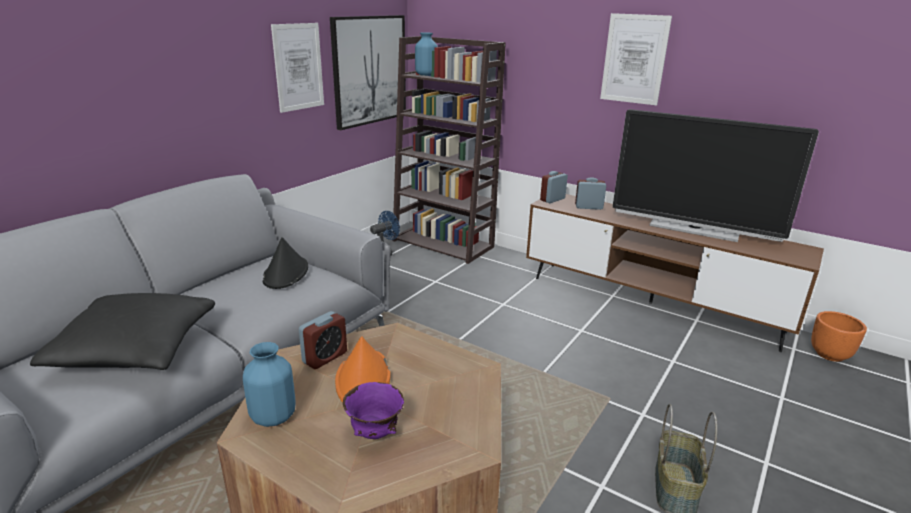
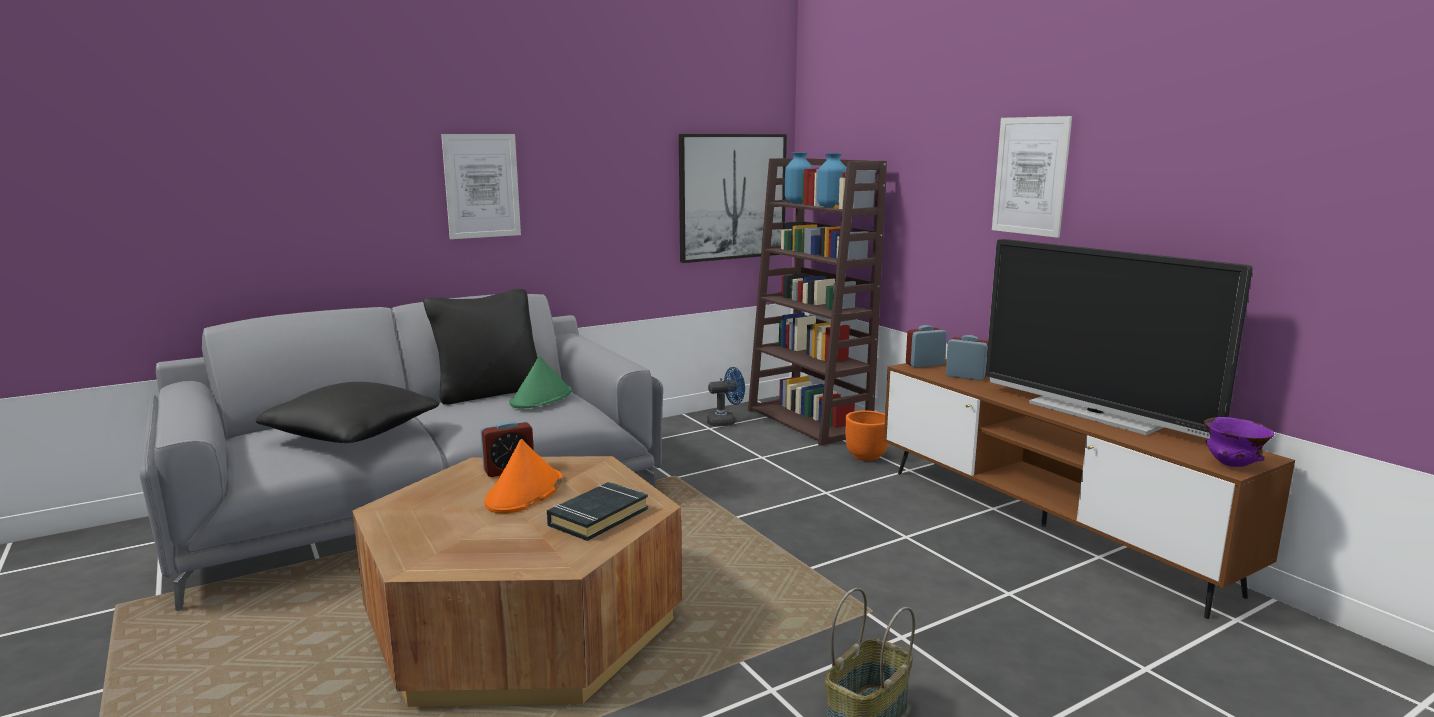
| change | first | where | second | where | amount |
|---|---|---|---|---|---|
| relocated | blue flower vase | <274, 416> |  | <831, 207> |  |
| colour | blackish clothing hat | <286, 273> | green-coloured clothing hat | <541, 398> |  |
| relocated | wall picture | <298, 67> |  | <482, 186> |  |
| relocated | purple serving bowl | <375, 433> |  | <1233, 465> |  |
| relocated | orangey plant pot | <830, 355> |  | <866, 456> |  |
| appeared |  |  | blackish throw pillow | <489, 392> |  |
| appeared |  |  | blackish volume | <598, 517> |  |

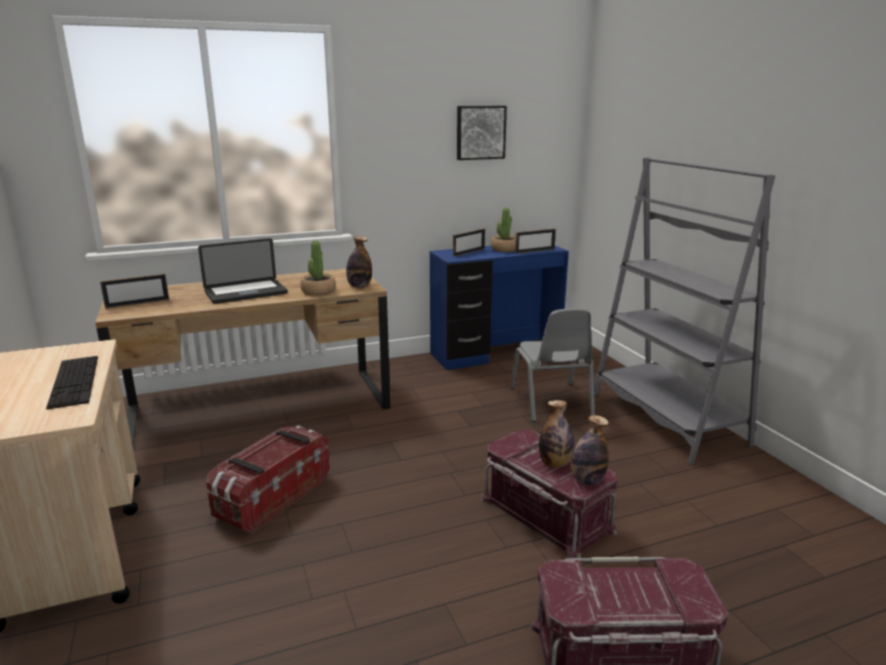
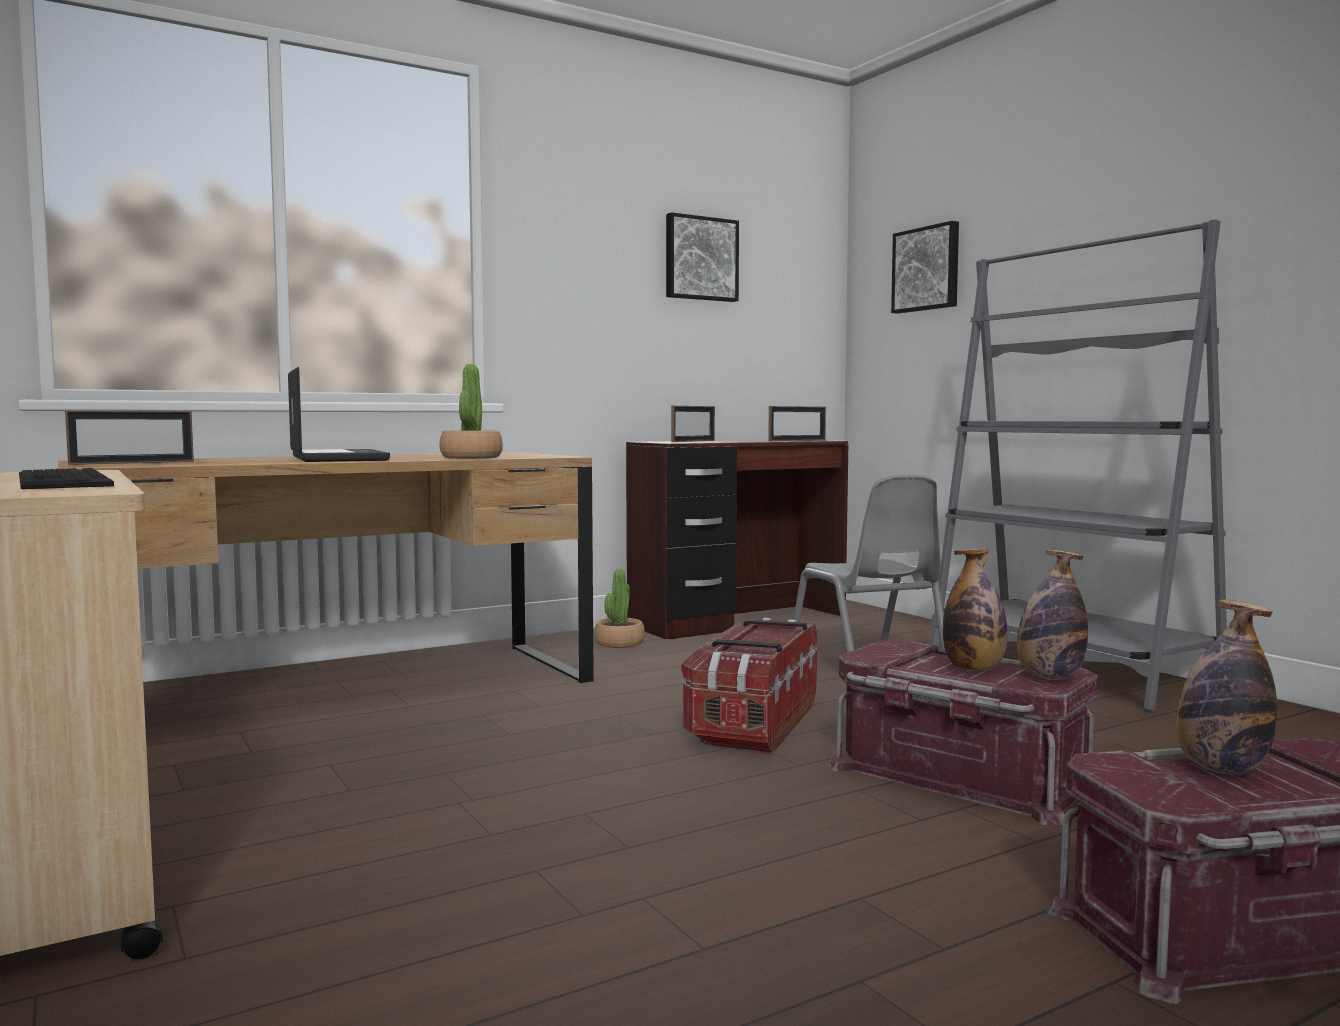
| change | first | where | second | where | amount |
|---|---|---|---|---|---|
| spun | portable computer | <246, 293> |  | <338, 459> | 75 degrees counterclockwise |
| relocated | storage box | <272, 497> |  | <753, 724> |  |
| relocated | bottle | <359, 286> |  | <1221, 769> |  |
| colour | blue desk unit | <496, 354> | brown-coloured desk unit | <740, 621> |  |
| relocated | houseplant | <504, 249> |  | <619, 643> |  |
| appeared |  |  | wall picture | <927, 269> |  |

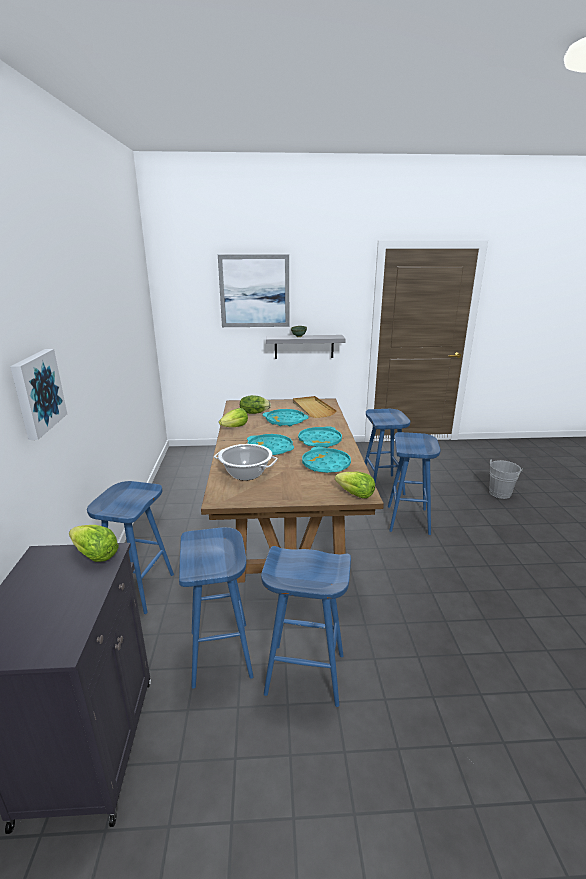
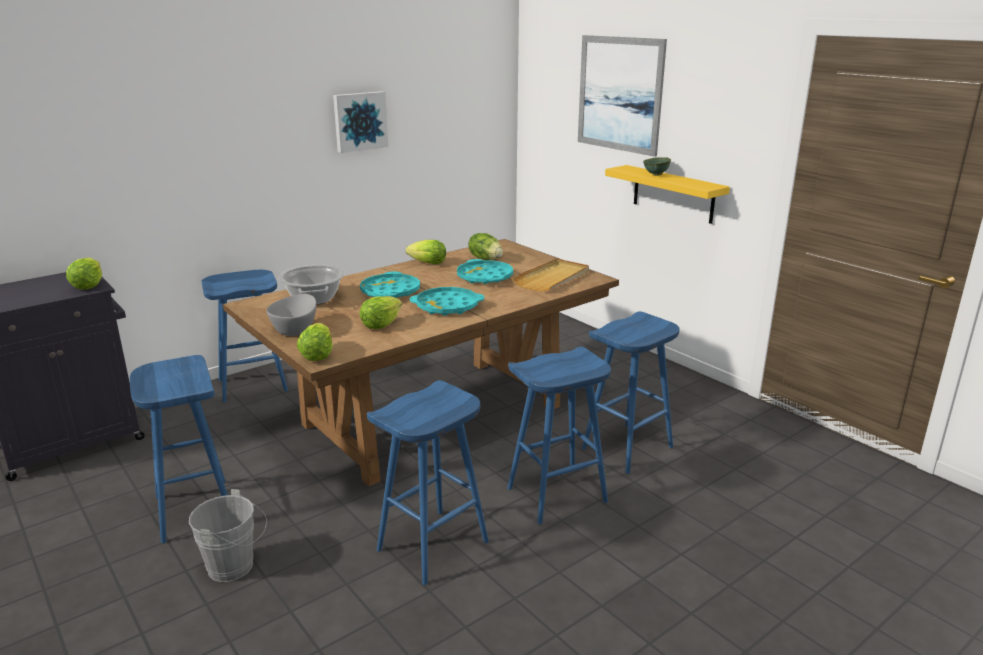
| change | first | where | second | where | amount |
|---|---|---|---|---|---|
| relocated | wall picture | <37, 392> |  | <359, 121> |  |
| relocated | blue stool | <221, 654> |  | <432, 547> |  |
| colour | grey bracket shelf | <304, 346> | yellowish bracket shelf | <673, 194> |  |
| exchanged | turquoise tray | <326, 465> | lettuce | <381, 325> |  |
| relocated | grey pail | <501, 492> |  | <235, 567> |  |
| appeared |  |  | grey serving bowl | <296, 329> |  |

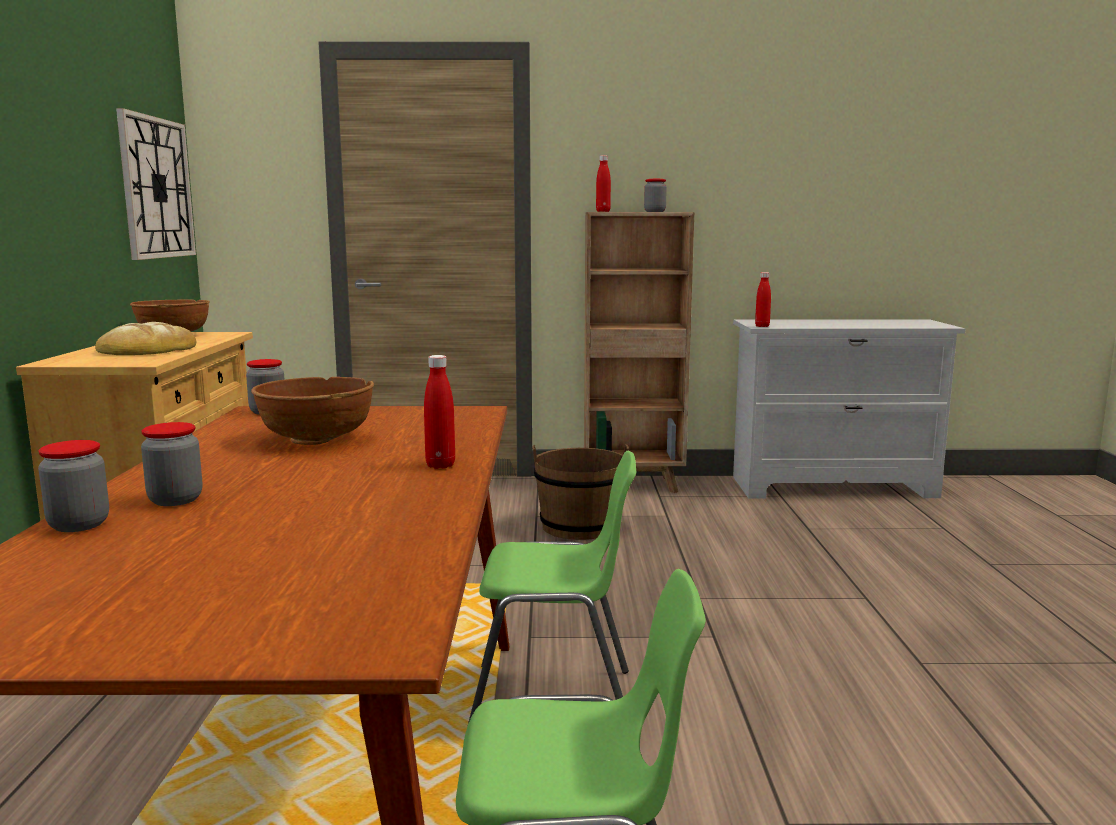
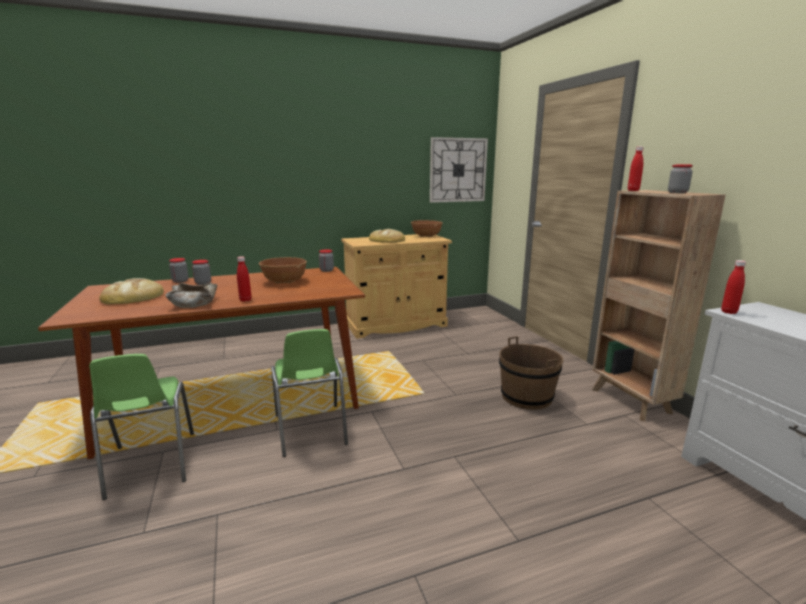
| change | first | where | second | where | amount |
|---|---|---|---|---|---|
| appeared |  |  | baked bread | <133, 296> |  |
| appeared |  |  | beige serving bowl | <194, 303> |  |

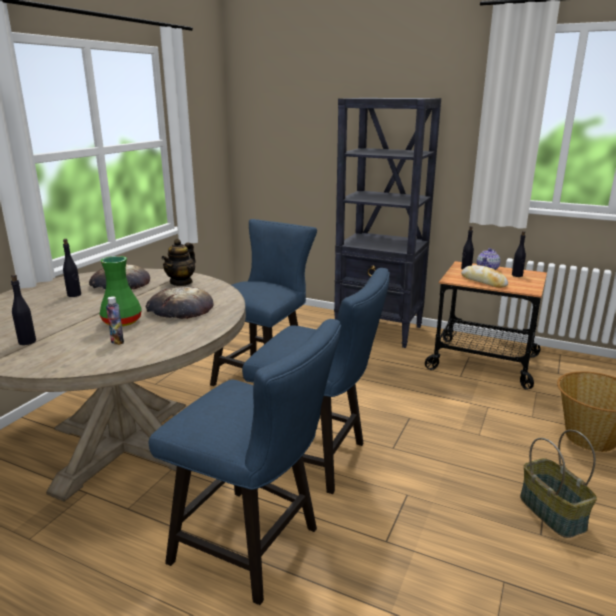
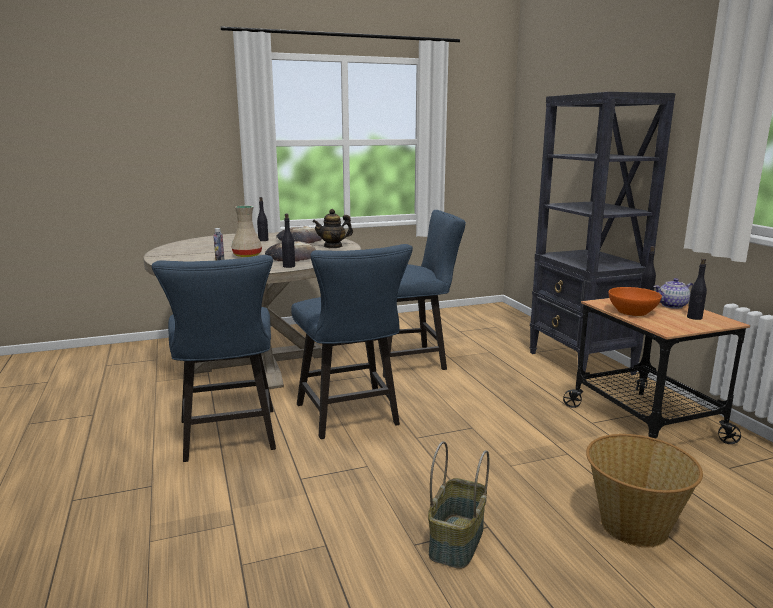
| change | first | where | second | where | amount |
|---|---|---|---|---|---|
| relocated | blackish bottle | <27, 341> |  | <289, 266> |  |
| colour | green-coloured flower vase | <122, 322> | beige flower vase | <246, 255> |  |
| exchanged | baked bread | <483, 281> | orangey serving bowl | <632, 312> |  |

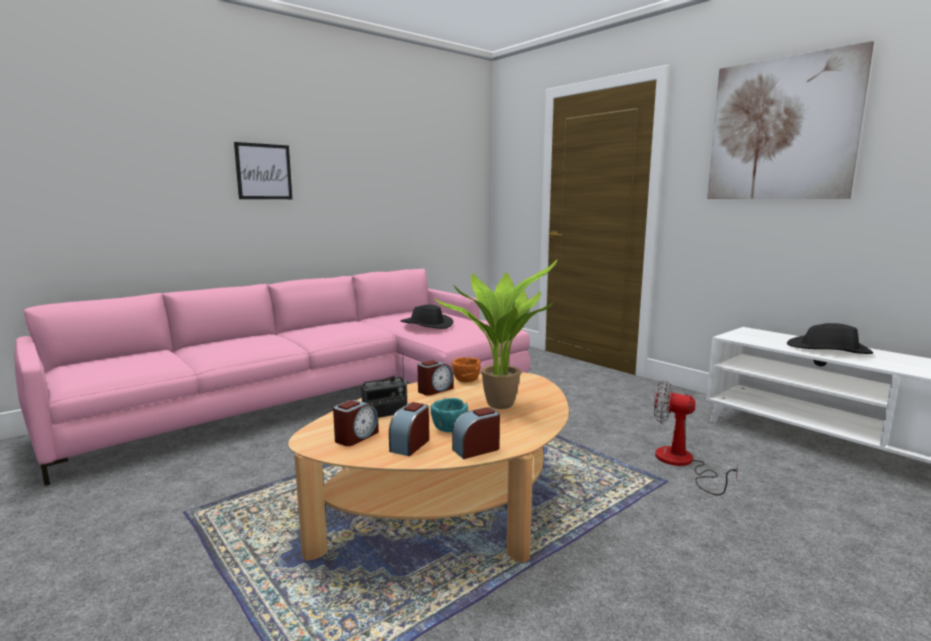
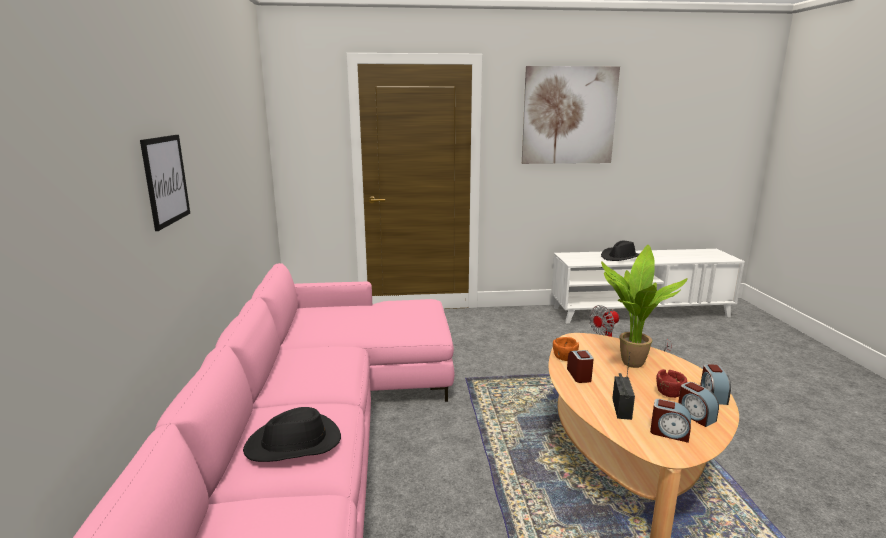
| change | first | where | second | where | amount |
|---|---|---|---|---|---|
| spun | table clock | <356, 437> |  | <669, 433> | 135 degrees clockwise |
| relocated | blackish clothing hat | <426, 325> |  | <294, 444> |  |
| colour | turquoise serving bowl | <449, 428> | reddish serving bowl | <669, 393> |  |

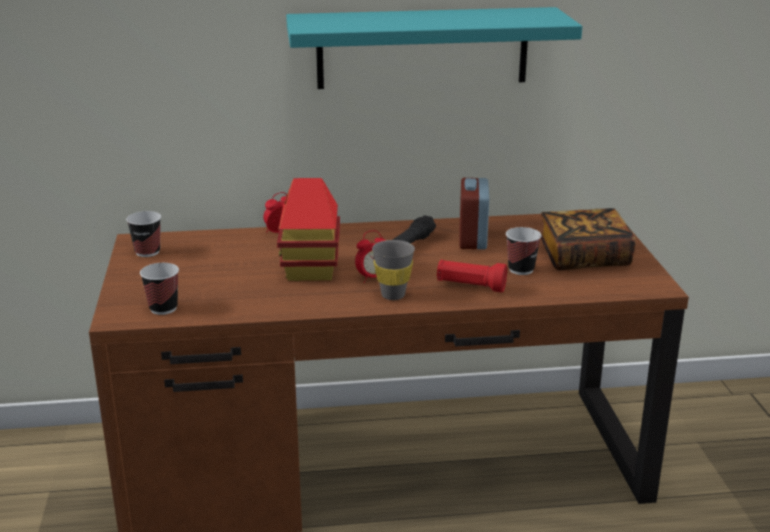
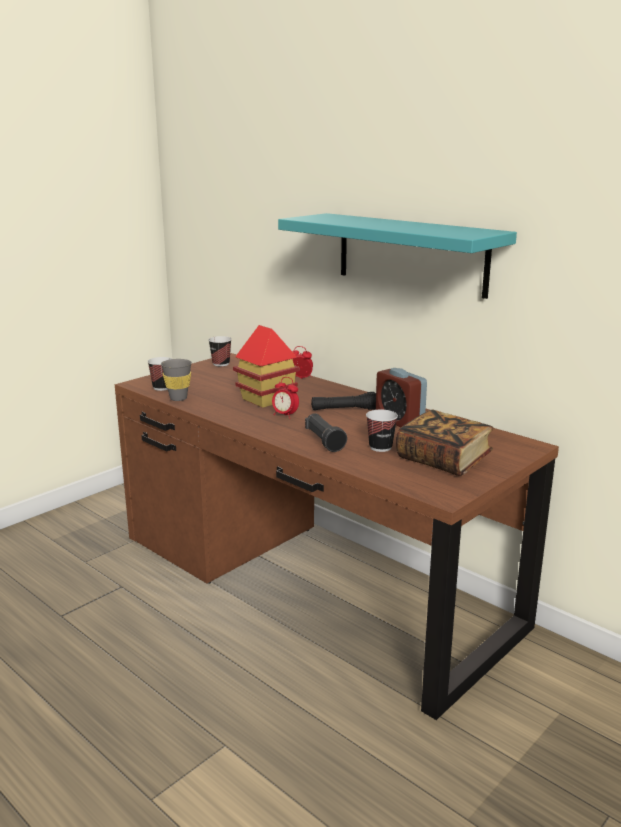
| change | first | where | second | where | amount |
|---|---|---|---|---|---|
| relocated | grey small cup | <393, 295> |  | <178, 398> |  |
| colour | reddish torch | <470, 286> | blackish torch | <324, 441> |  |
| spun | table clock | <472, 239> |  | <399, 421> | 90 degrees counterclockwise |

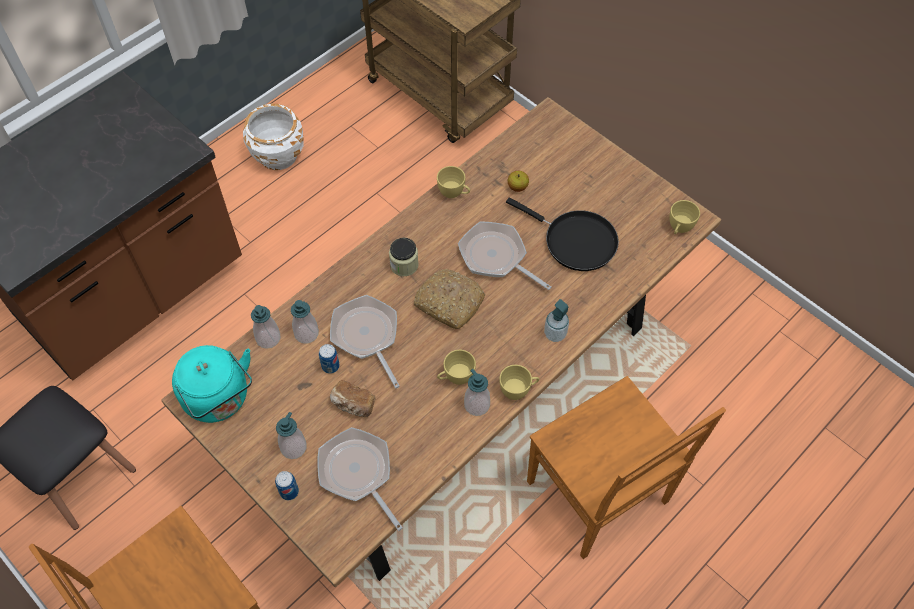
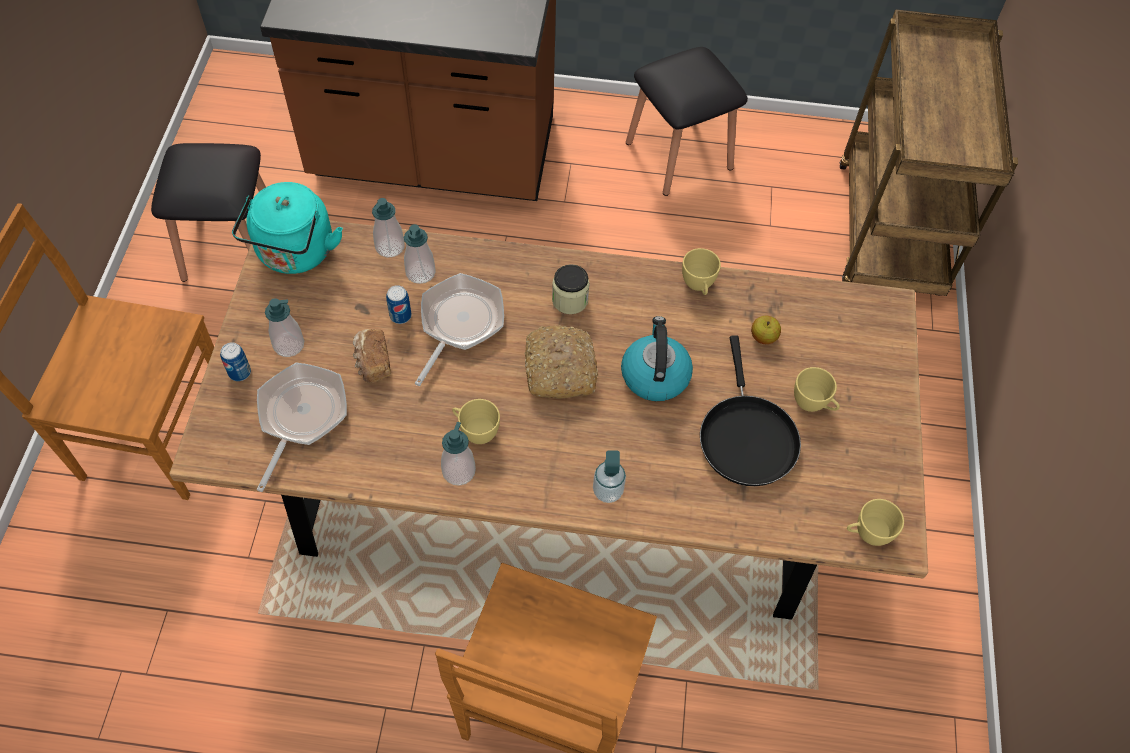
| change | first | where | second | where | amount |
|---|---|---|---|---|---|
| exchanged | white plant pot | <278, 155> | blackish stool | <679, 155> |  |
| exchanged | frying pan | <496, 257> | water kettle | <654, 375> |  |
| relocated | yellowish small cup | <518, 390> |  | <813, 404> |  |

